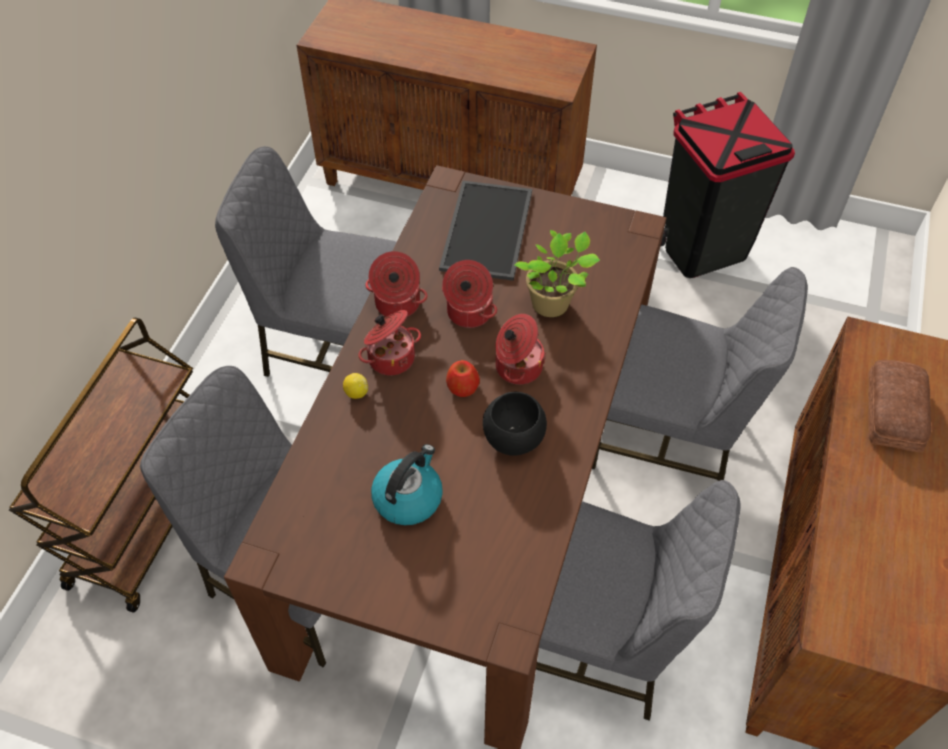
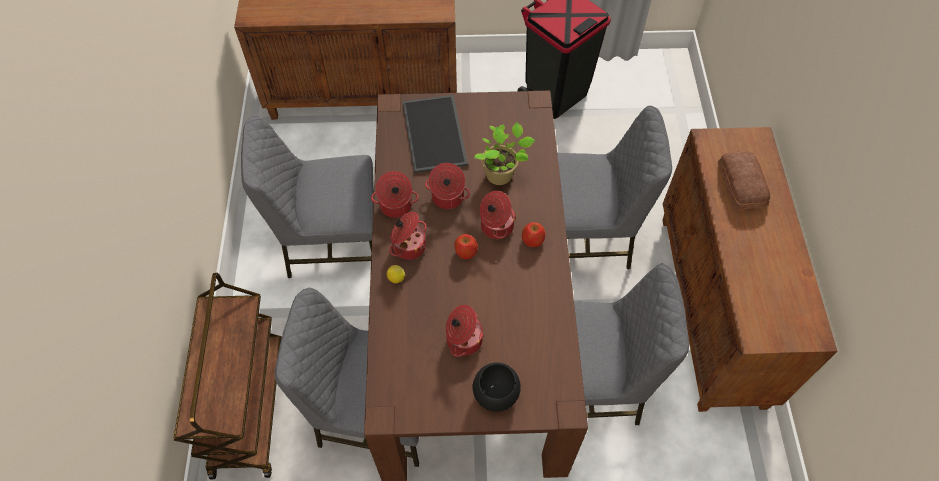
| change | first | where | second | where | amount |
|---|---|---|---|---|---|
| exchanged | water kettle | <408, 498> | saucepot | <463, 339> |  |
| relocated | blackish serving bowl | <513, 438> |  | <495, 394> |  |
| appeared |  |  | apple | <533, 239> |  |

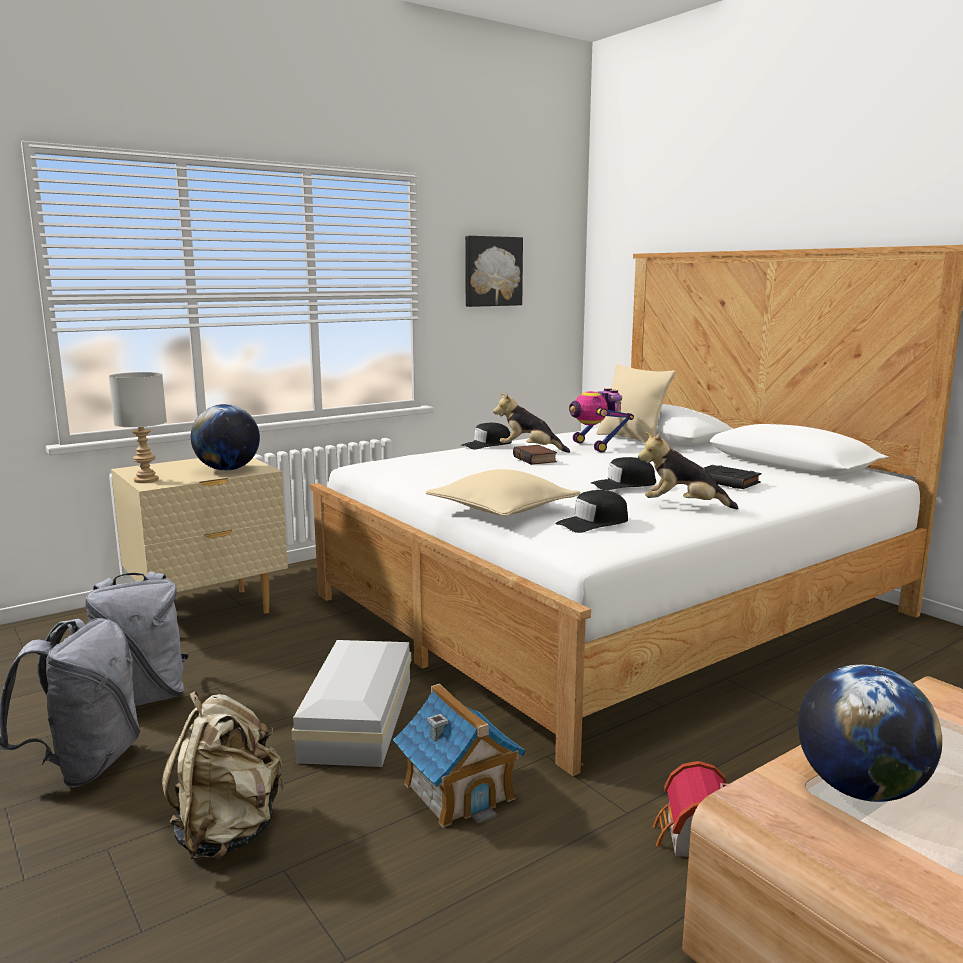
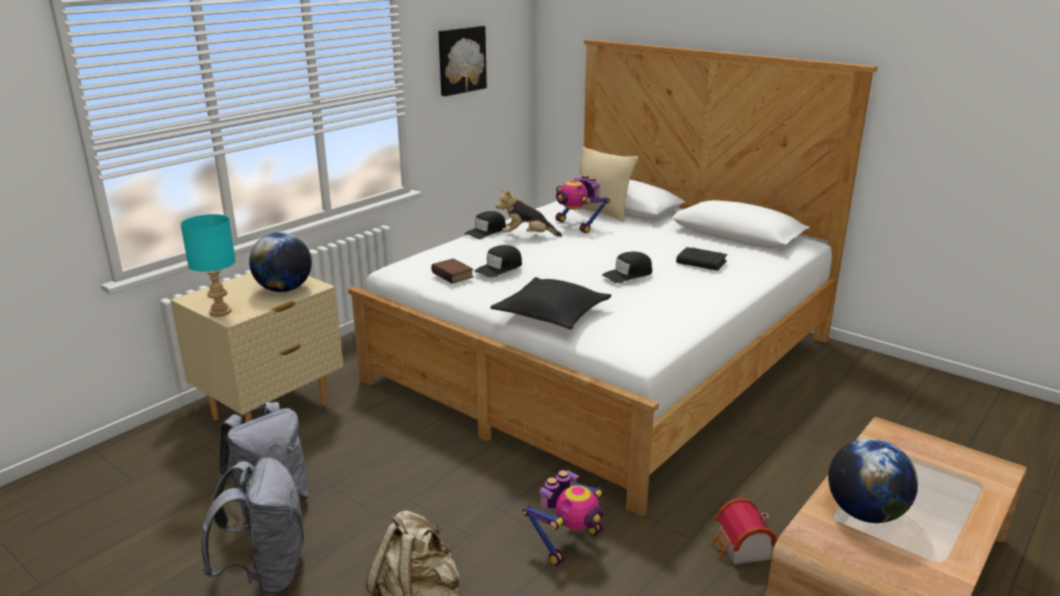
| change | first | where | second | where | amount |
|---|---|---|---|---|---|
| colour | grey table lamp | <145, 480> | turquoise table lamp | <219, 312> |  |
| missing | white storage box | <361, 717> |  |  |  |
| exchanged | model house | <459, 790> | toy robot | <569, 542> |  |
| colour | beige throw pillow | <502, 509> | blackish throw pillow | <551, 314> |  |
| relocated | volume | <536, 459> |  | <454, 275> |  |
| relocated | blackish cap | <593, 523> |  | <499, 268> |  |
| missing | cuddly toy | <683, 506> |  |  |  |

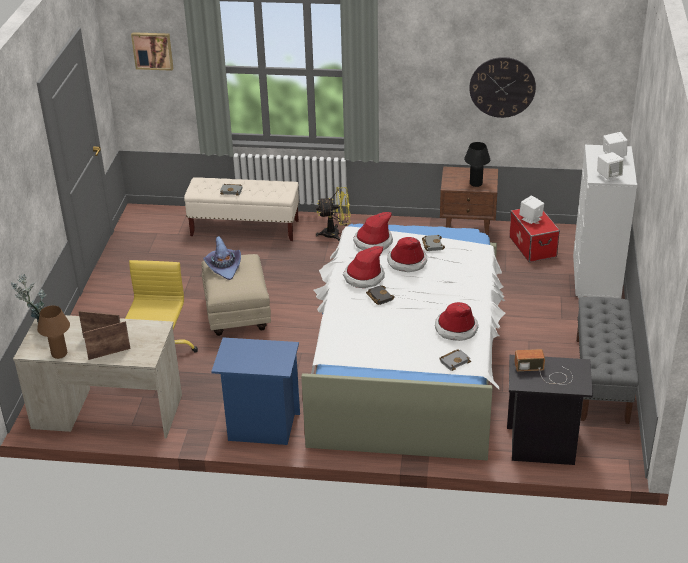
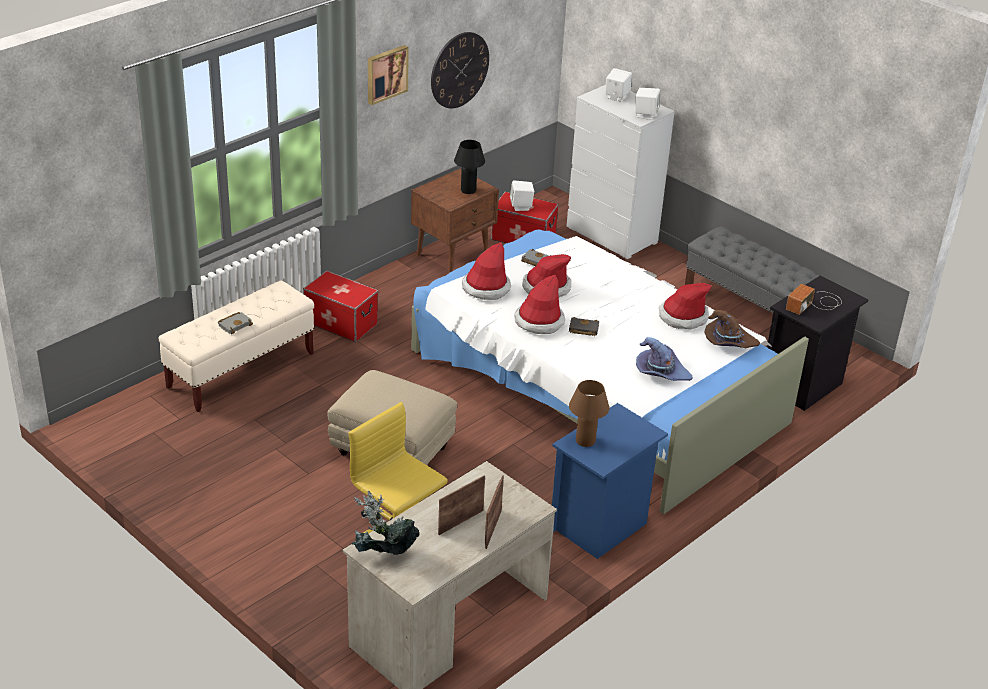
| change | first | where | second | where | amount |
|---|---|---|---|---|---|
| relocated | brown-coloured table lamp | <59, 354> |  | <585, 441> |  |
| relocated | wall picture | <153, 50> |  | <386, 74> |  |
| relocated | purple clothing hat | <224, 267> |  | <660, 372> |  |
| exchanged | yellowish cooling fan | <336, 234> | storage box | <341, 323> |  |
| exchanged | grey volume | <455, 361> | brown-coloured clothing hat | <728, 342> |  |

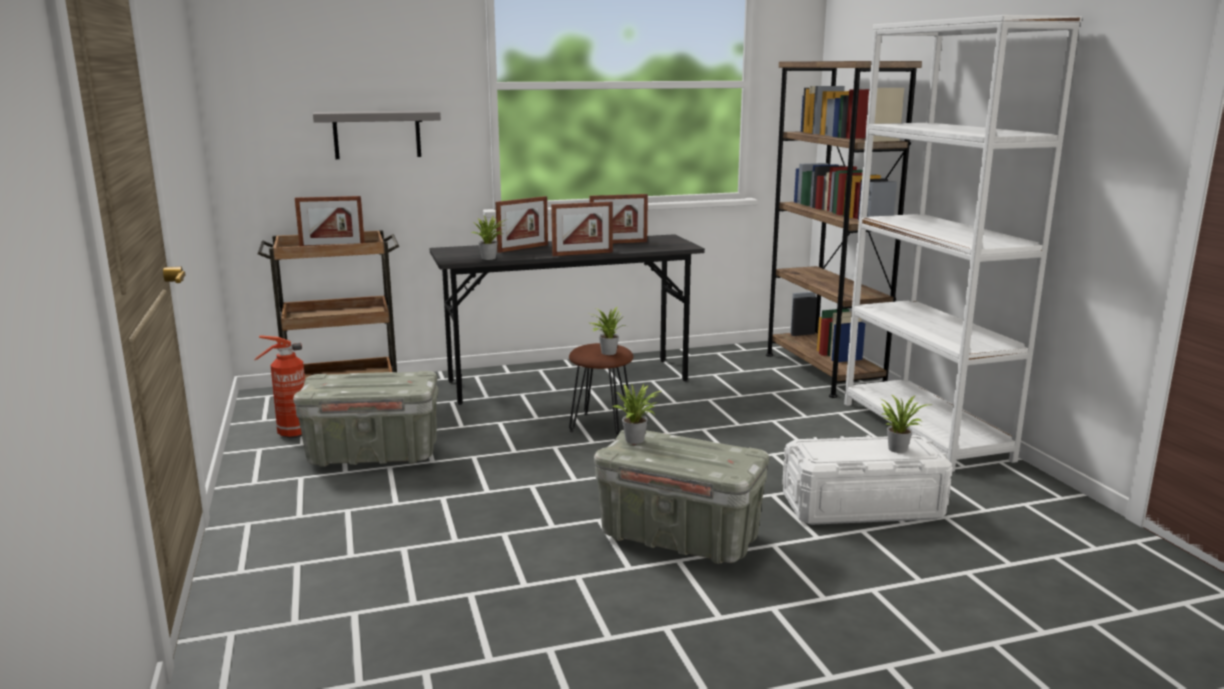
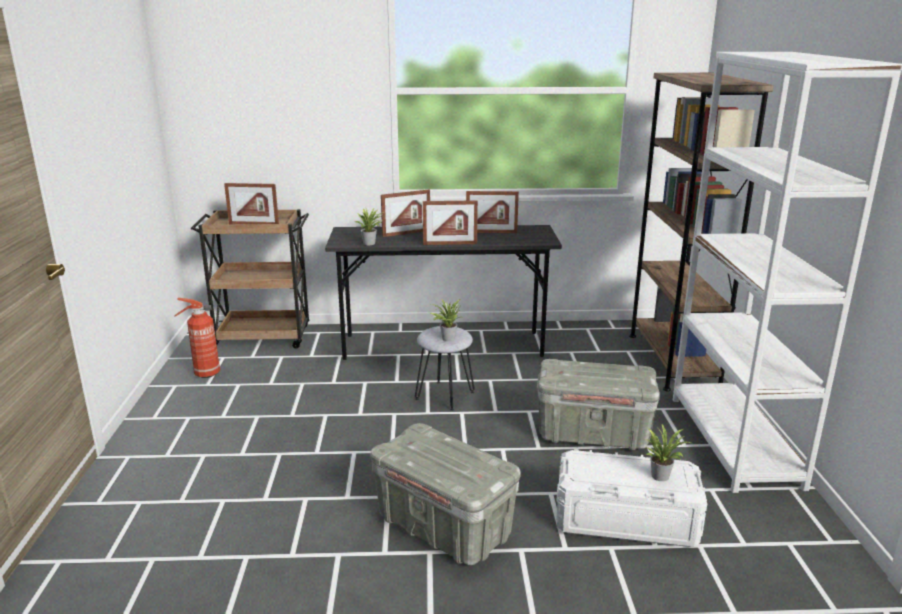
| change | first | where | second | where | amount |
|---|---|---|---|---|---|
| relocated | grey storage box | <374, 454> |  | <593, 434> |  |
| missing | grey bracket shelf | <377, 134> |  |  |  |
| colour | brown-coloured stool | <601, 425> | grey stool | <444, 395> |  |
| missing | houseplant | <637, 440> |  |  |  |

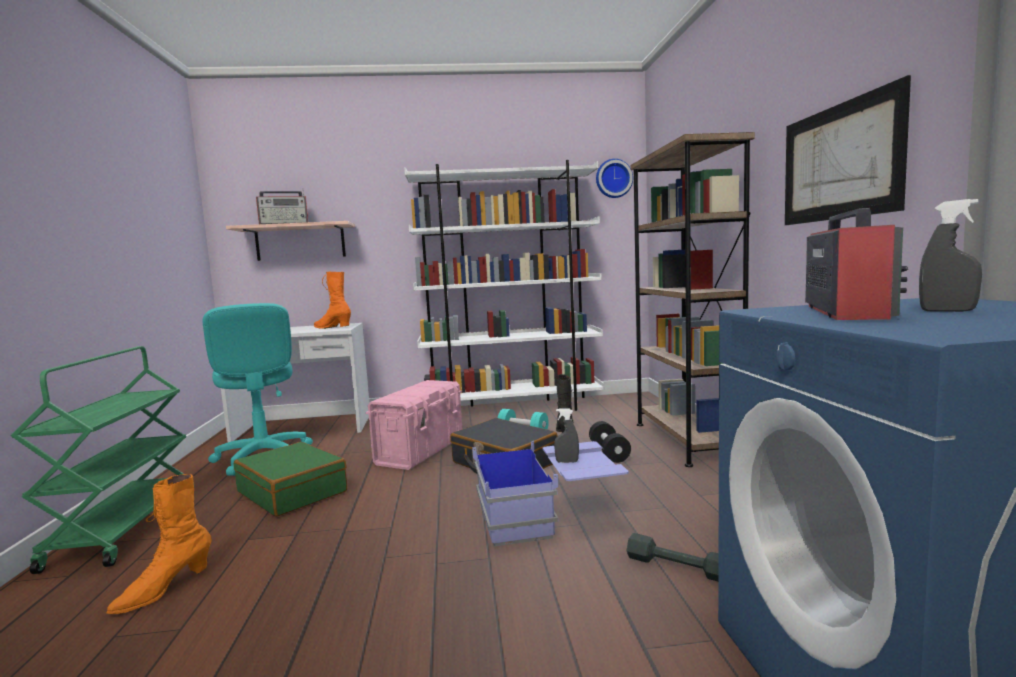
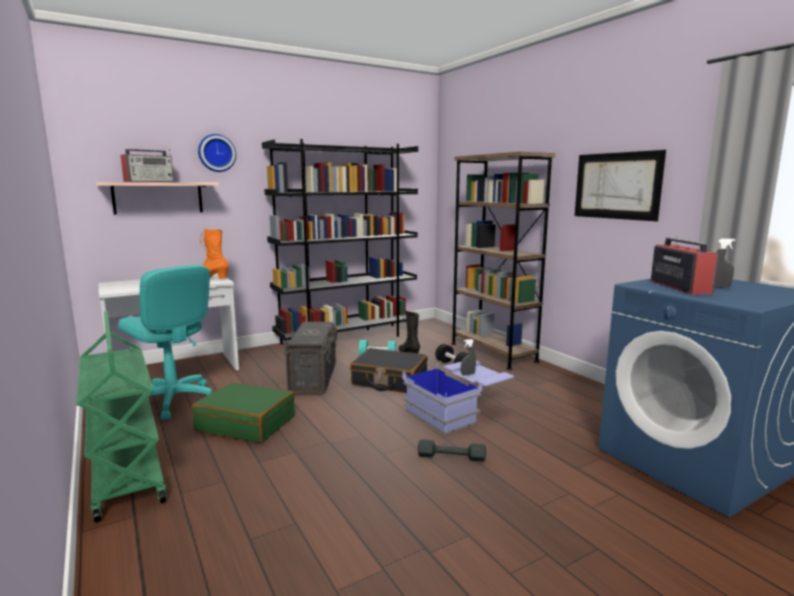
| change | first | where | second | where | amount |
|---|---|---|---|---|---|
| missing | orangey boot | <164, 589> |  |  |  |
| colour | pinkish storage box | <421, 450> | grey storage box | <313, 379> |  |
| colour | white bookshelf | <513, 408> | blackish bookshelf | <348, 338> |  |
| relocated | hanging clock | <613, 179> |  | <216, 153> |  |
| relocated | grey hand weight | <679, 567> |  | <451, 456> |  |

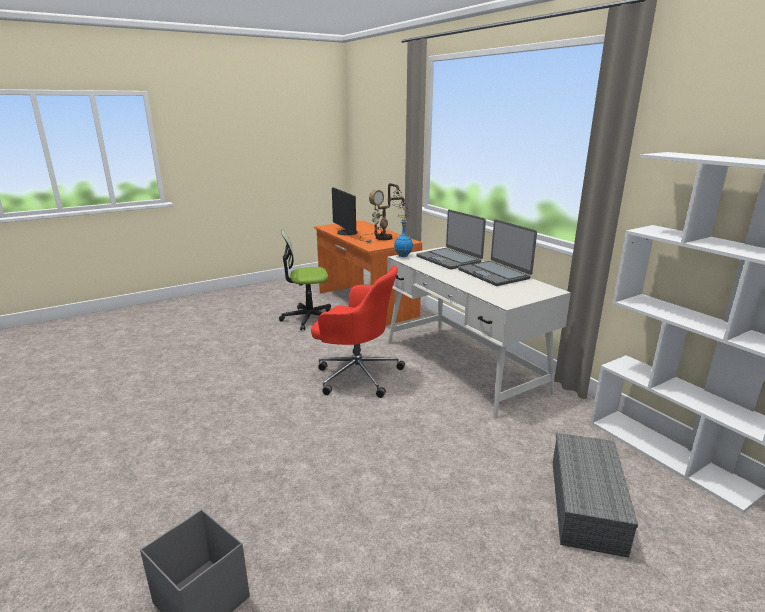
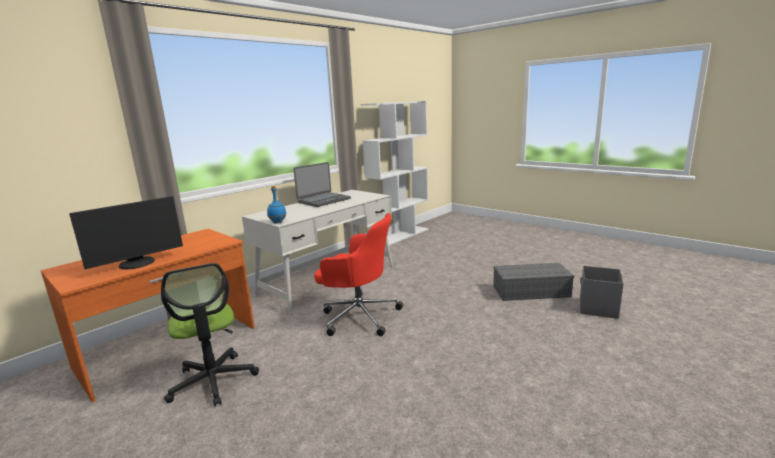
| change | first | where | second | where | amount |
|---|---|---|---|---|---|
| spun | reddish computer chair | <356, 374> |  | <358, 316> | 105 degrees clockwise |
| missing | table lamp | <385, 238> |  |  |  |
| missing | portable computer | <449, 259> |  |  |  |
| relocated | grey storage box | <587, 506> |  | <531, 291> |  |

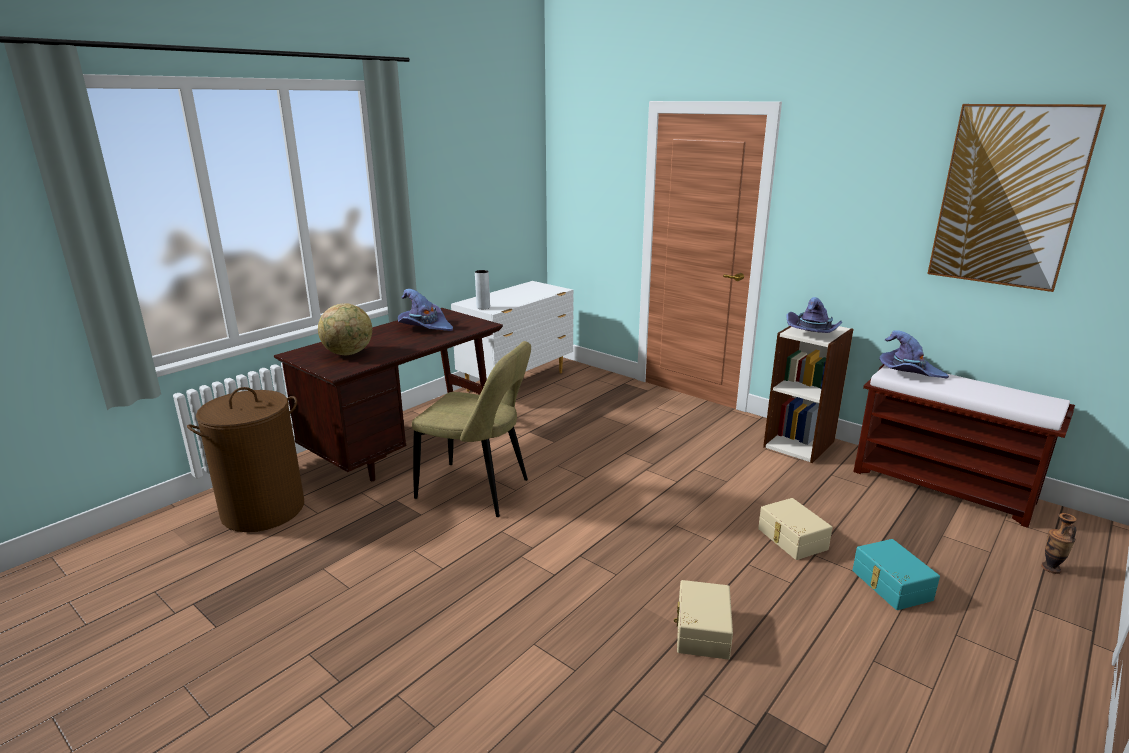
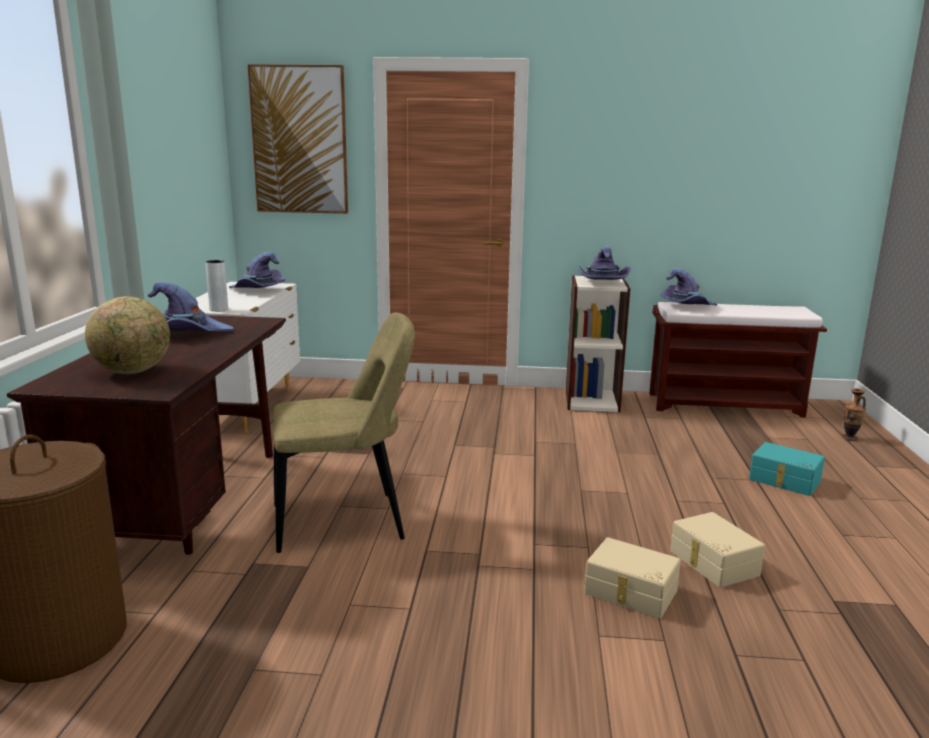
| change | first | where | second | where | amount |
|---|---|---|---|---|---|
| relocated | beige storage box | <791, 539> |  | <630, 593> |  |
| relocated | wall picture | <1008, 197> |  | <300, 140> |  |
| appeared |  |  | purple clothing hat | <258, 290> |  |

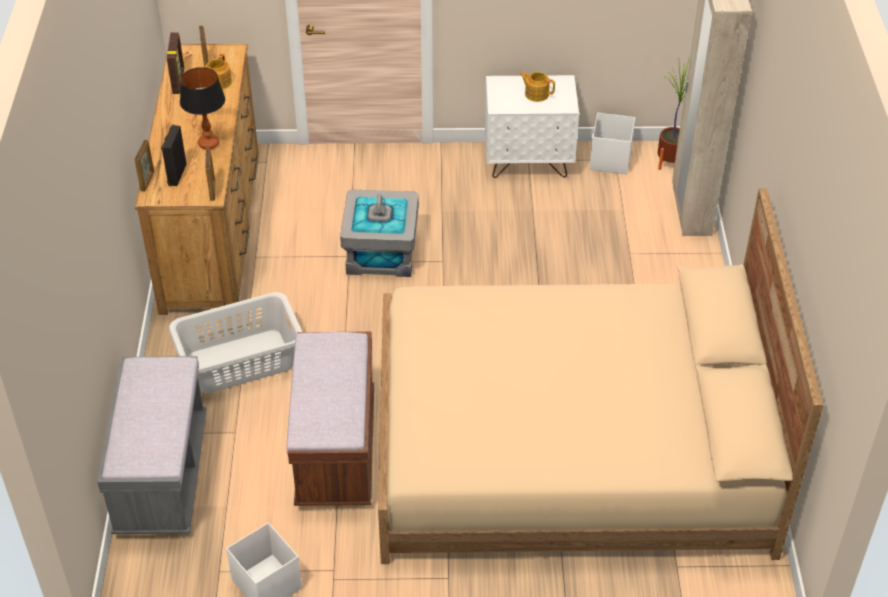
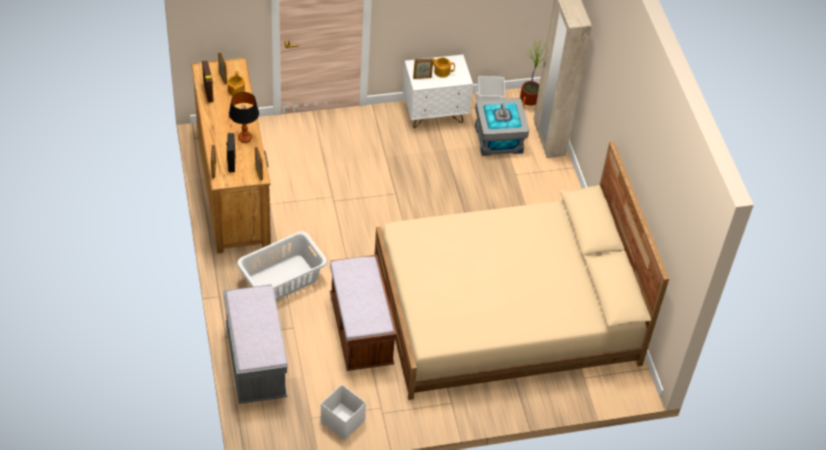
| change | first | where | second | where | amount |
|---|---|---|---|---|---|
| relocated | grey storage box | <382, 253> |  | <499, 139> |  |
| appeared |  |  | standing frame | <422, 77> |  |

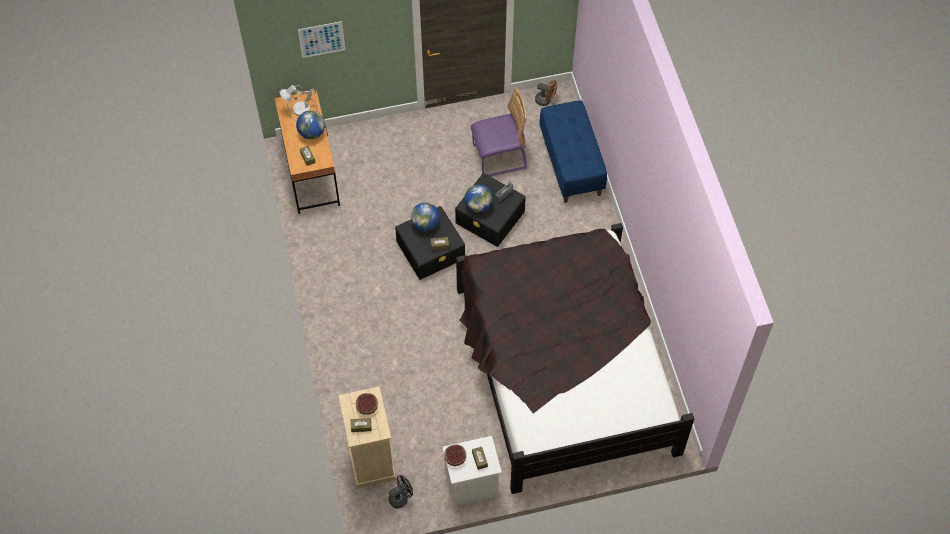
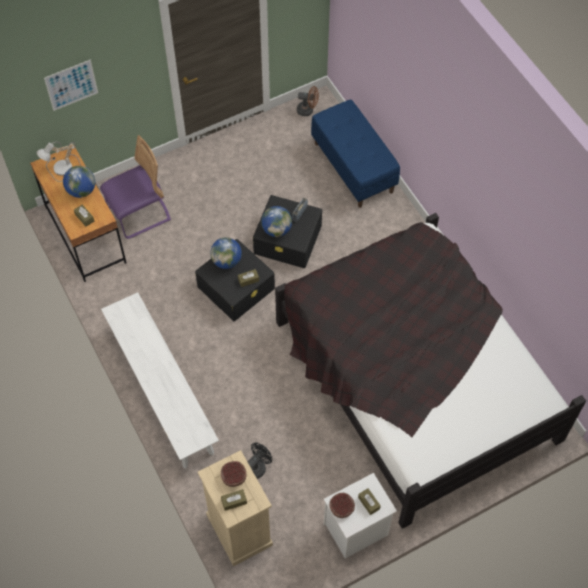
| change | first | where | second | where | amount |
|---|---|---|---|---|---|
| relocated | blackish cooling fan | <401, 497> |  | <258, 466> |  |
| relocated | purple upright chair | <499, 157> |  | <139, 214> |  |
| appeared |  |  | white long seat | <162, 392> |  |

